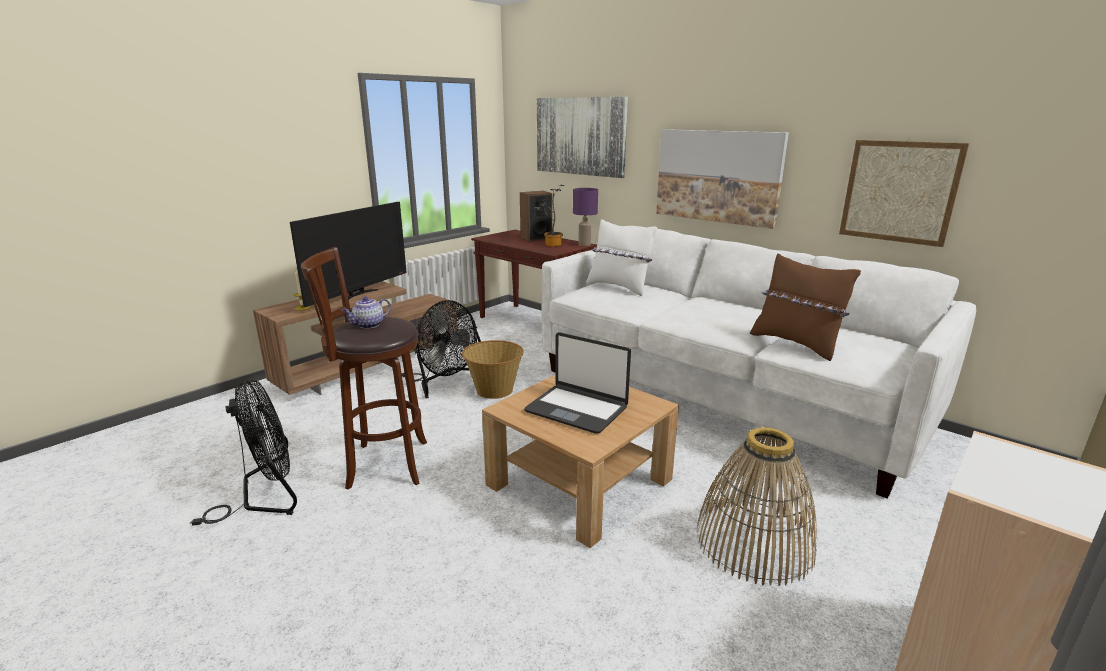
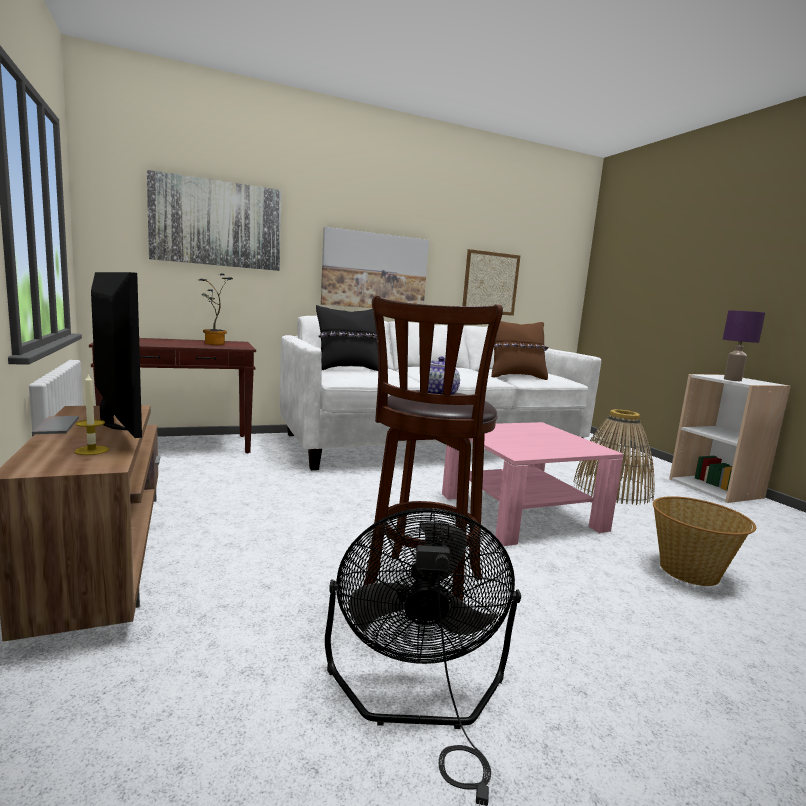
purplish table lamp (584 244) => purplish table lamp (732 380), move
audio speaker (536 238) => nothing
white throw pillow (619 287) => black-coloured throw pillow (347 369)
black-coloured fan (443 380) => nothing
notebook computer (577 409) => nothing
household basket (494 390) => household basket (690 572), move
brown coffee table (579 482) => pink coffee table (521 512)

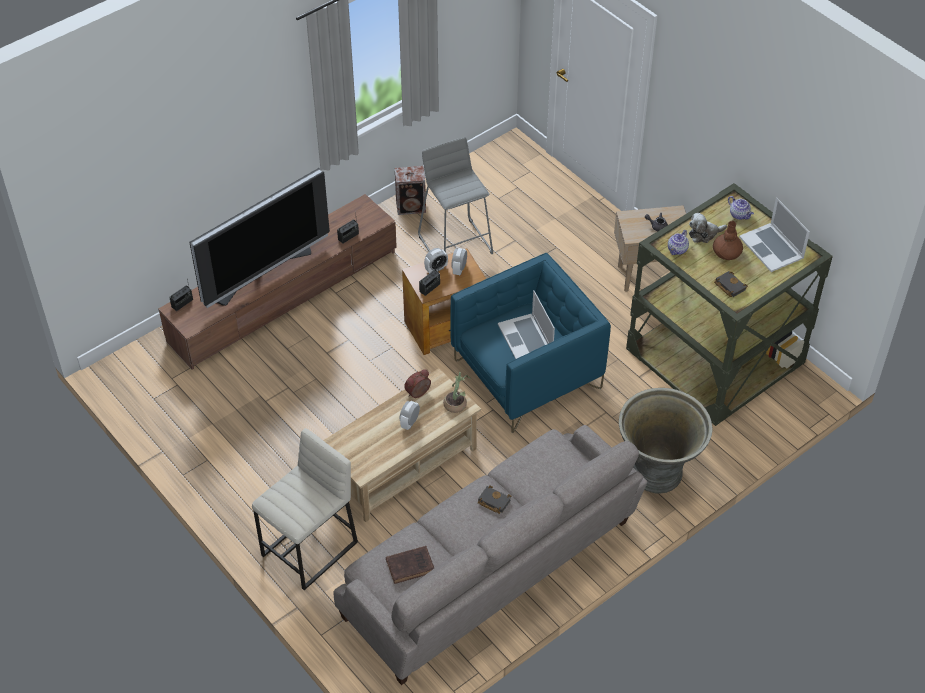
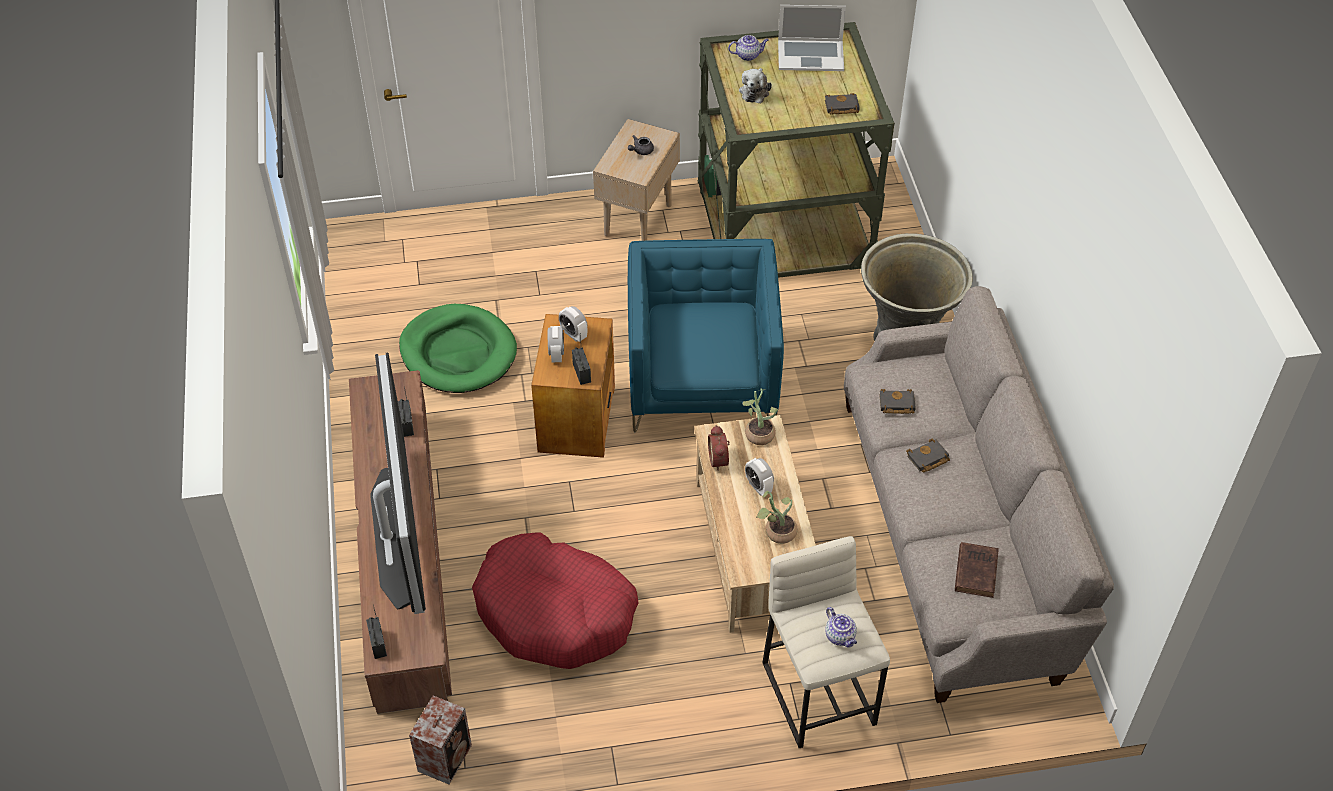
greyish stool seat (456 244) => green dog bed (458 352)
audio speaker (412 206) => audio speaker (446 757), move
brown flower vase (726 252) => nothing
pot for tea (677 250) => pot for tea (840 636), move
notebook computer (525 338) => nothing
nothing => black-coloured bound book (896 404)
nothing => potted plant (776 531)
nothing => red-coloured dog bed (555 612)

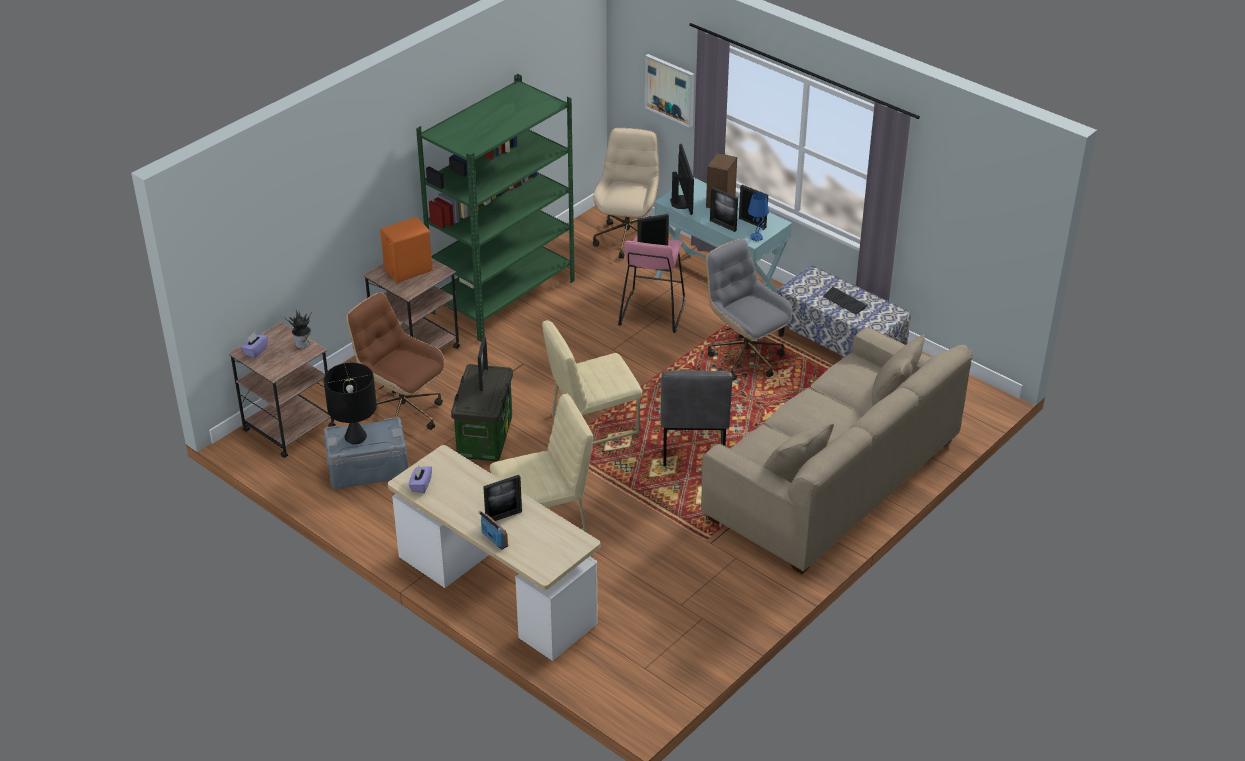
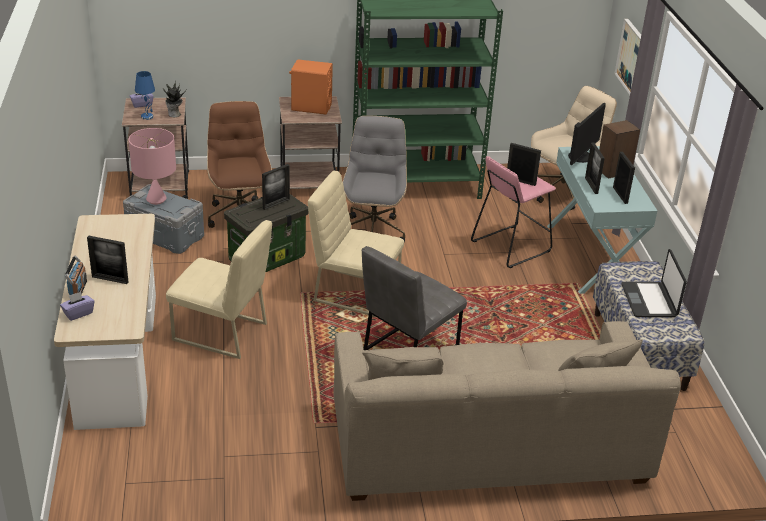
bluish table lamp (757 237) => bluish table lamp (147 117), move
greyish computer chair (744 357) => greyish computer chair (373 230), move
computer keyboard (844 301) => notebook computer (649 300)
black-coloured table lamp (355 438) => pink table lamp (156 200)
purplish box of tissues (420 485) => purplish box of tissues (78 313), move

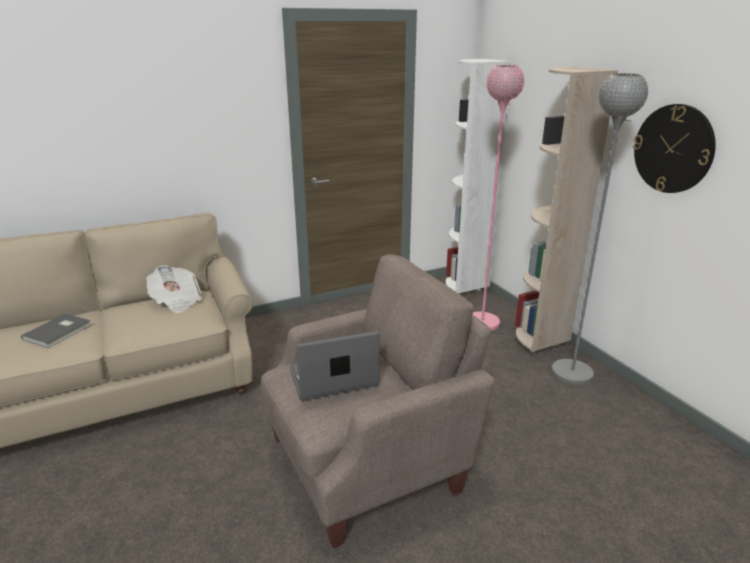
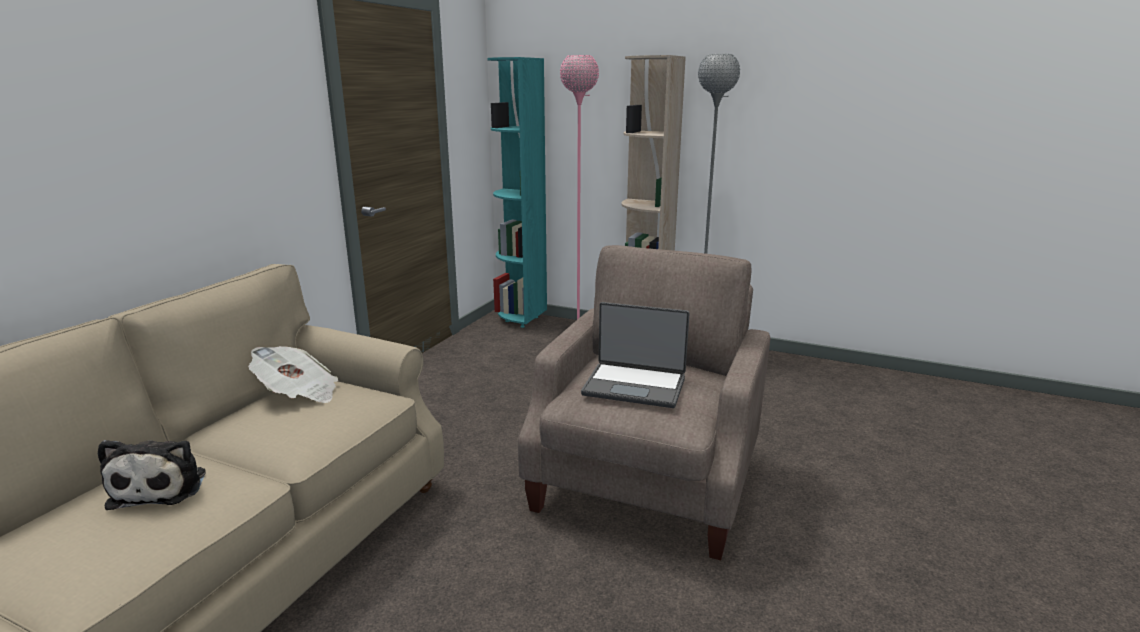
white bookcase (463 287) => turquoise bookcase (519 319)
hanging clock (673 149) => nothing
greyish bound book (59 332) => cuddly toy (162 486)
notebook computer (333 379) => notebook computer (635 386), 105 degrees counterclockwise

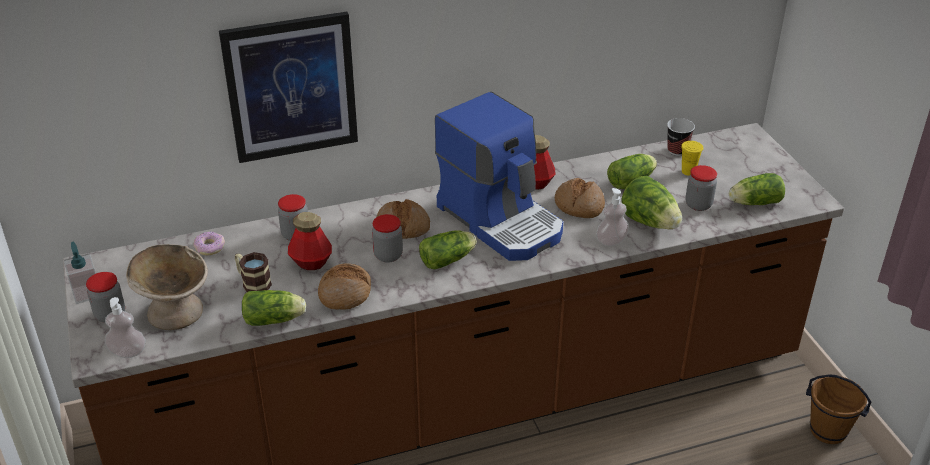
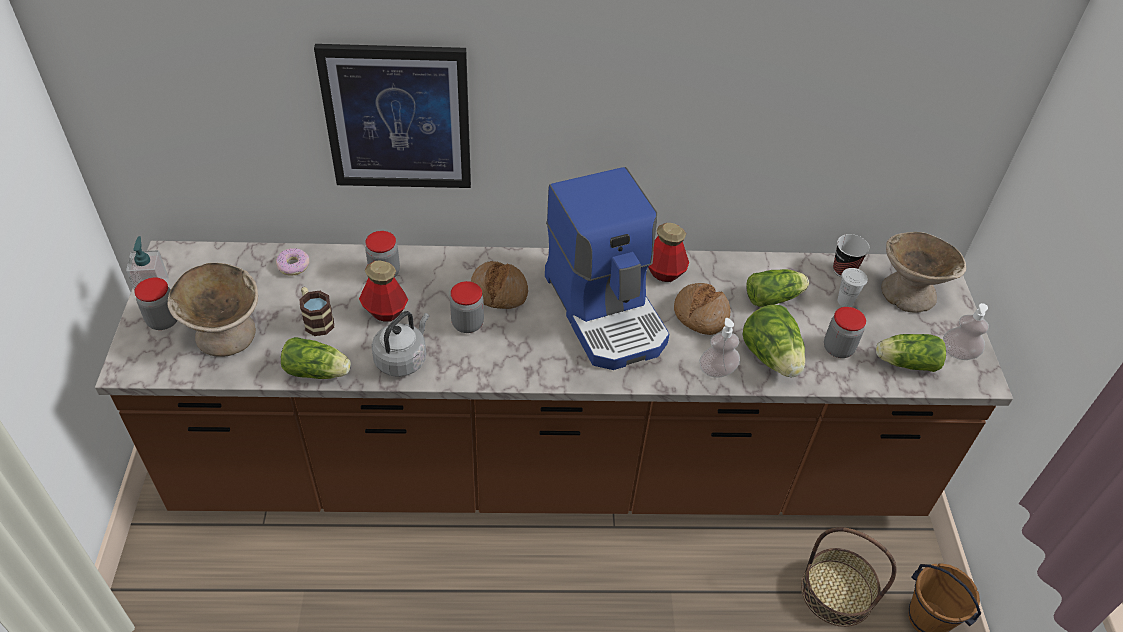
yellow-coloured cup (688 171) => white cup (845 301)
lettuce (449 259) => nothing
bread (345 293) => greyish water kettle (402 359)
liquid soap bottle (128 352) => liquid soap bottle (958 353), move
nothing => beige-coloured serving bowl (908 293)
nothing => household basket (836 592)

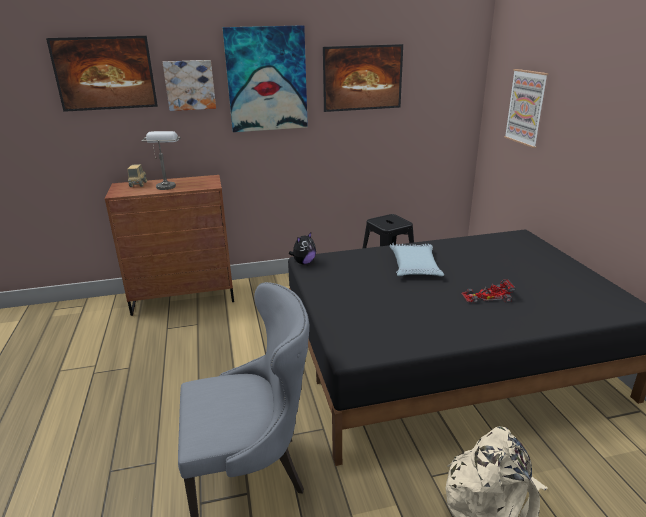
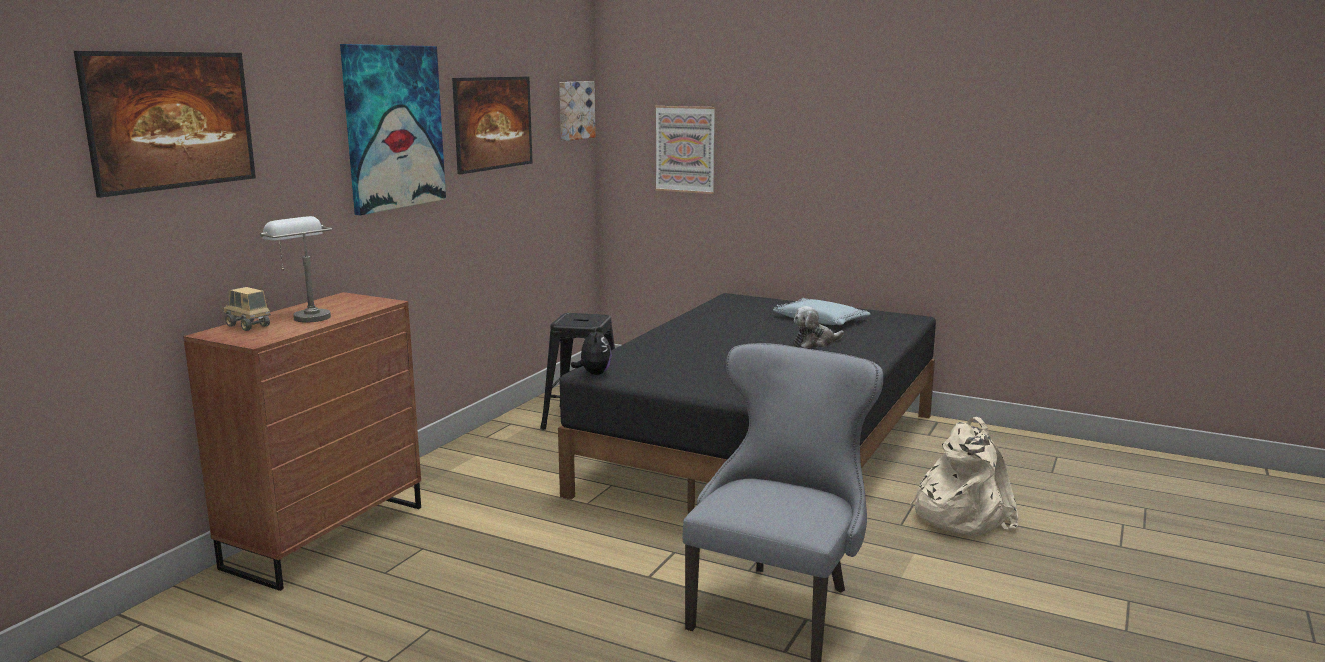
wall art (190 85) => wall art (575 110), move
bluish throw pillow (414 265) => bluish throw pillow (820 319), move
toy car (487 297) => cuddly toy (815 343)

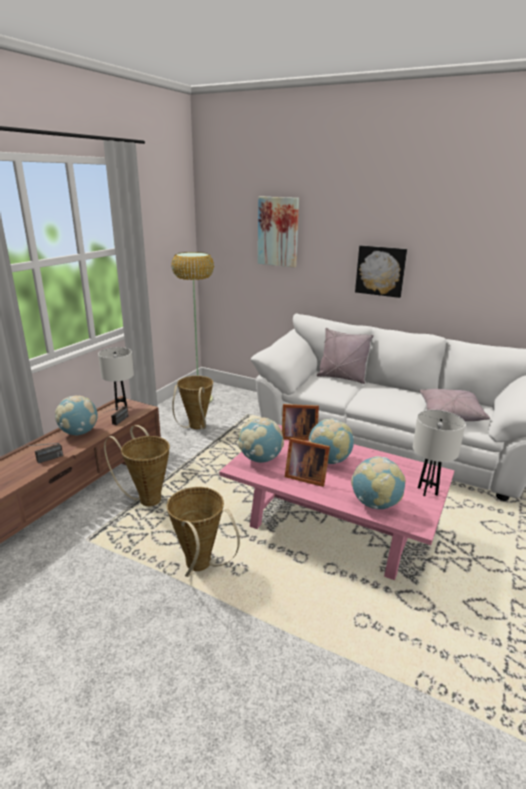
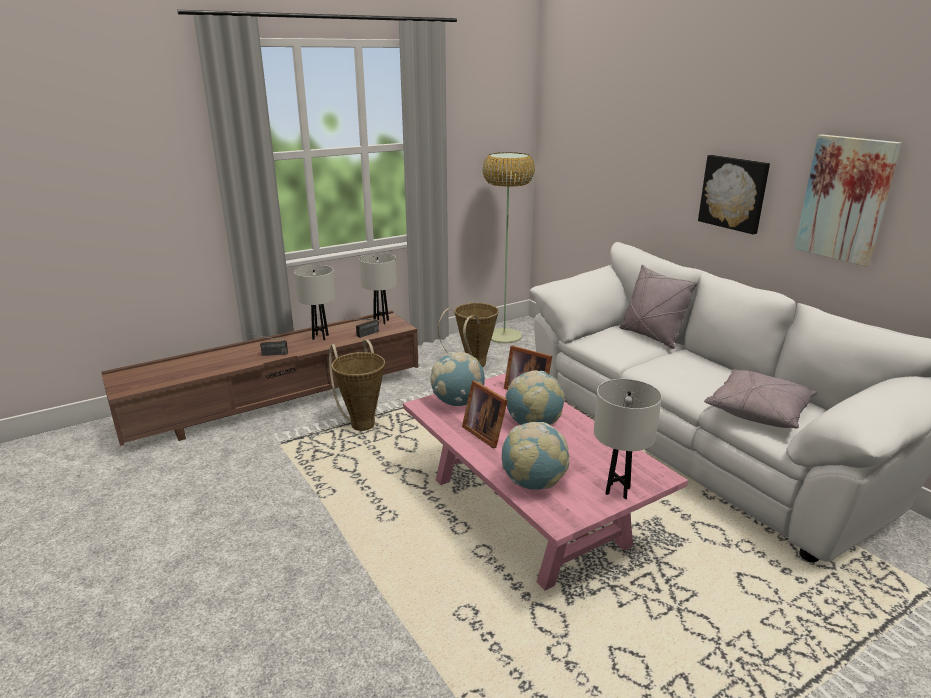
wall art (278 232) => wall art (845 199), move
desk globe (79 433) => white table lamp (320 337)
household basket (200 568) => nothing

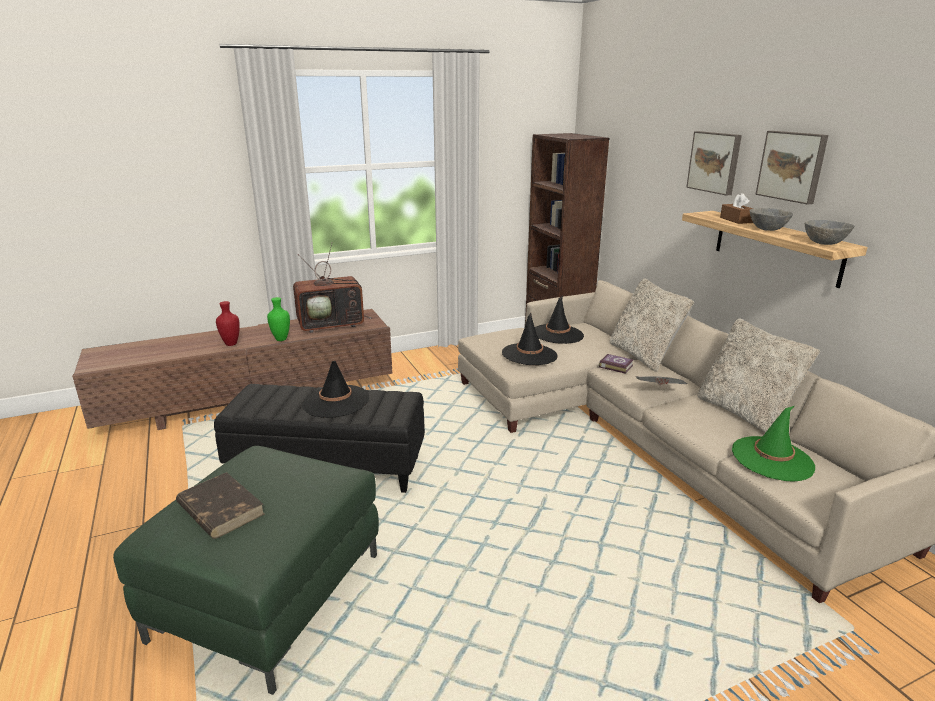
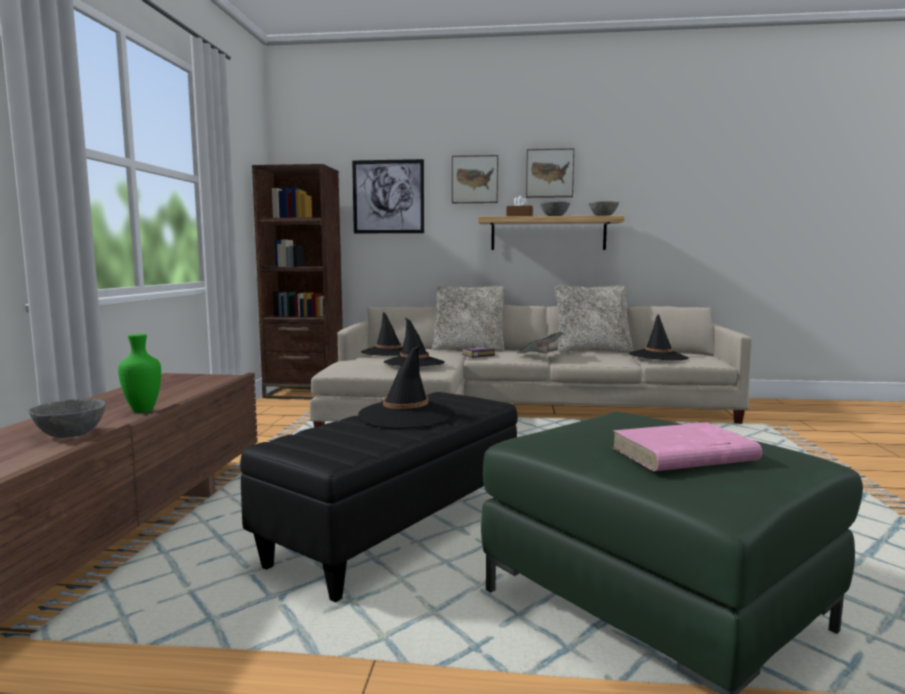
TV (332 324) => nothing
red-coloured flower vase (231 344) => greyish serving bowl (71 434)
green wearable hat (772 459) => black-coloured wearable hat (658 356)
brown bound book (220 508) => pink bound book (682 454)
nothing => wall art (388 197)

